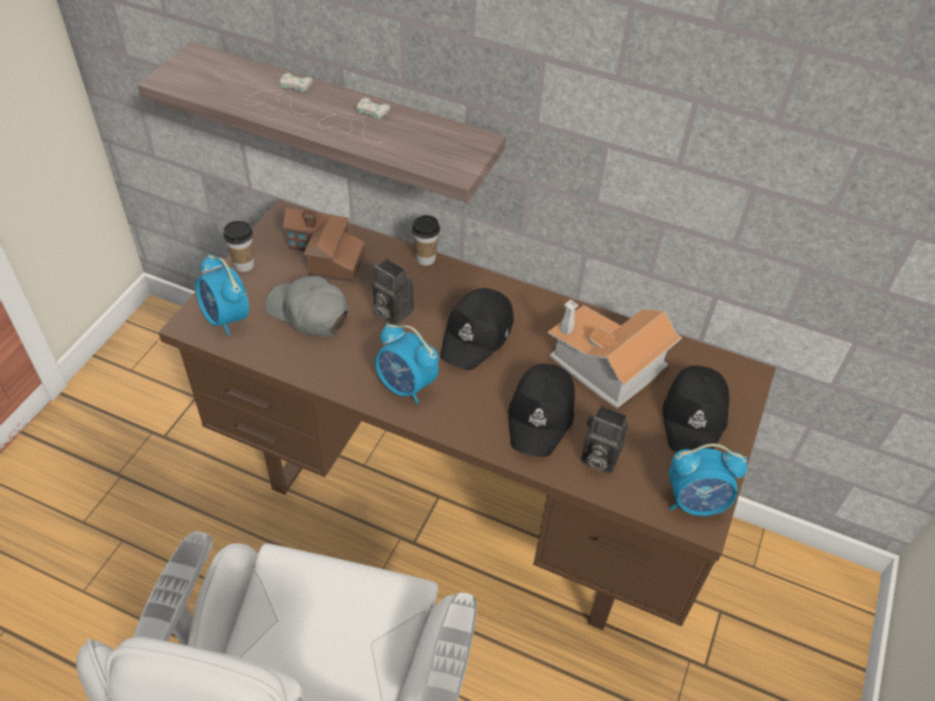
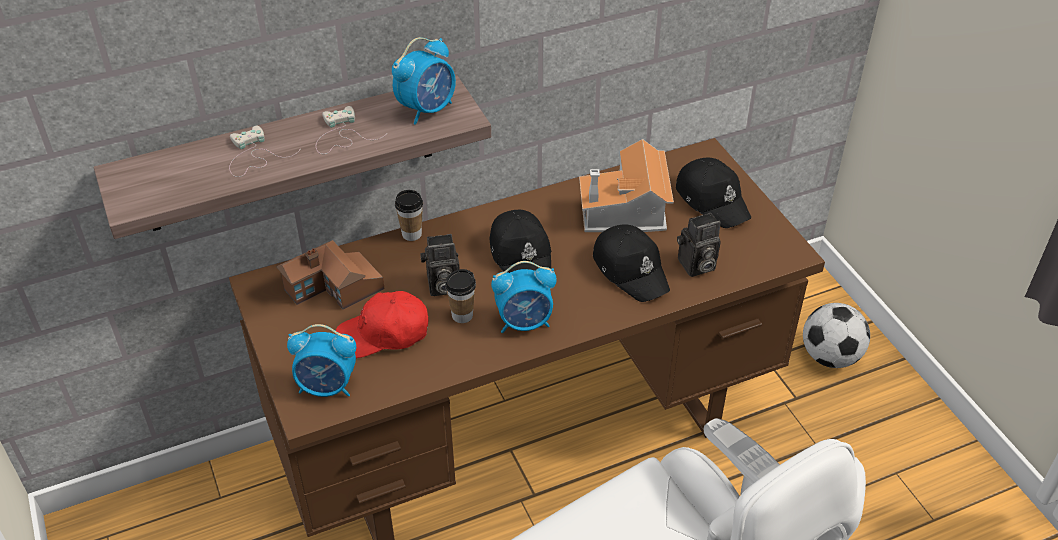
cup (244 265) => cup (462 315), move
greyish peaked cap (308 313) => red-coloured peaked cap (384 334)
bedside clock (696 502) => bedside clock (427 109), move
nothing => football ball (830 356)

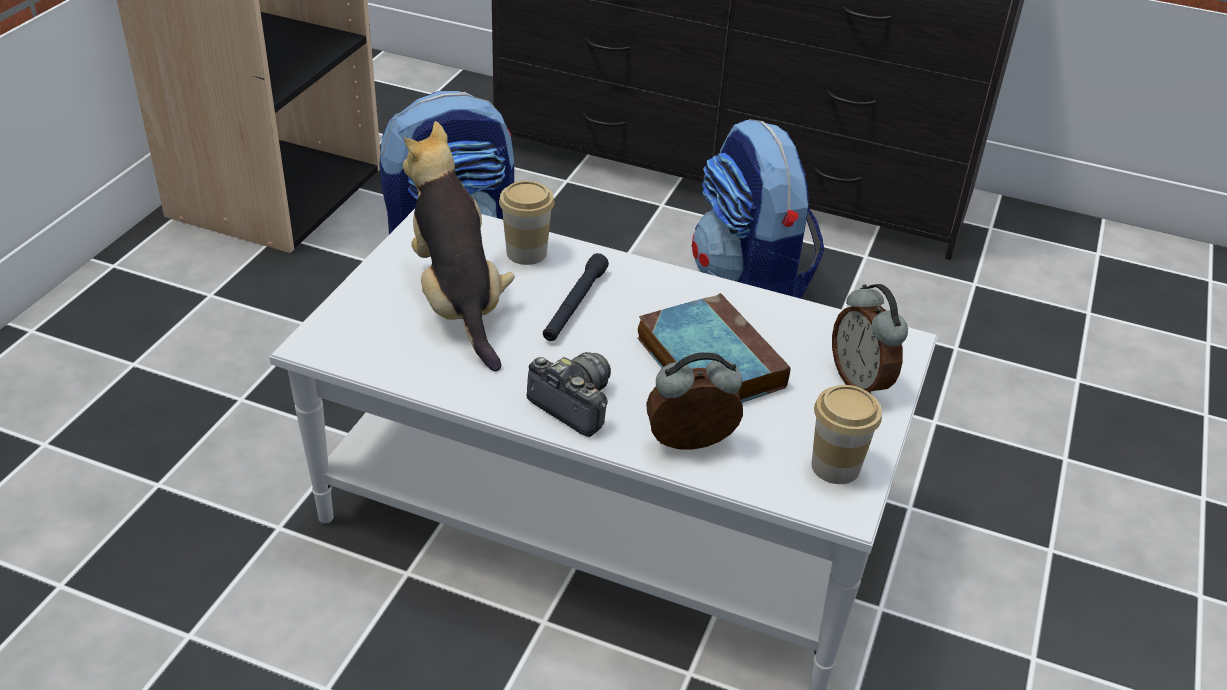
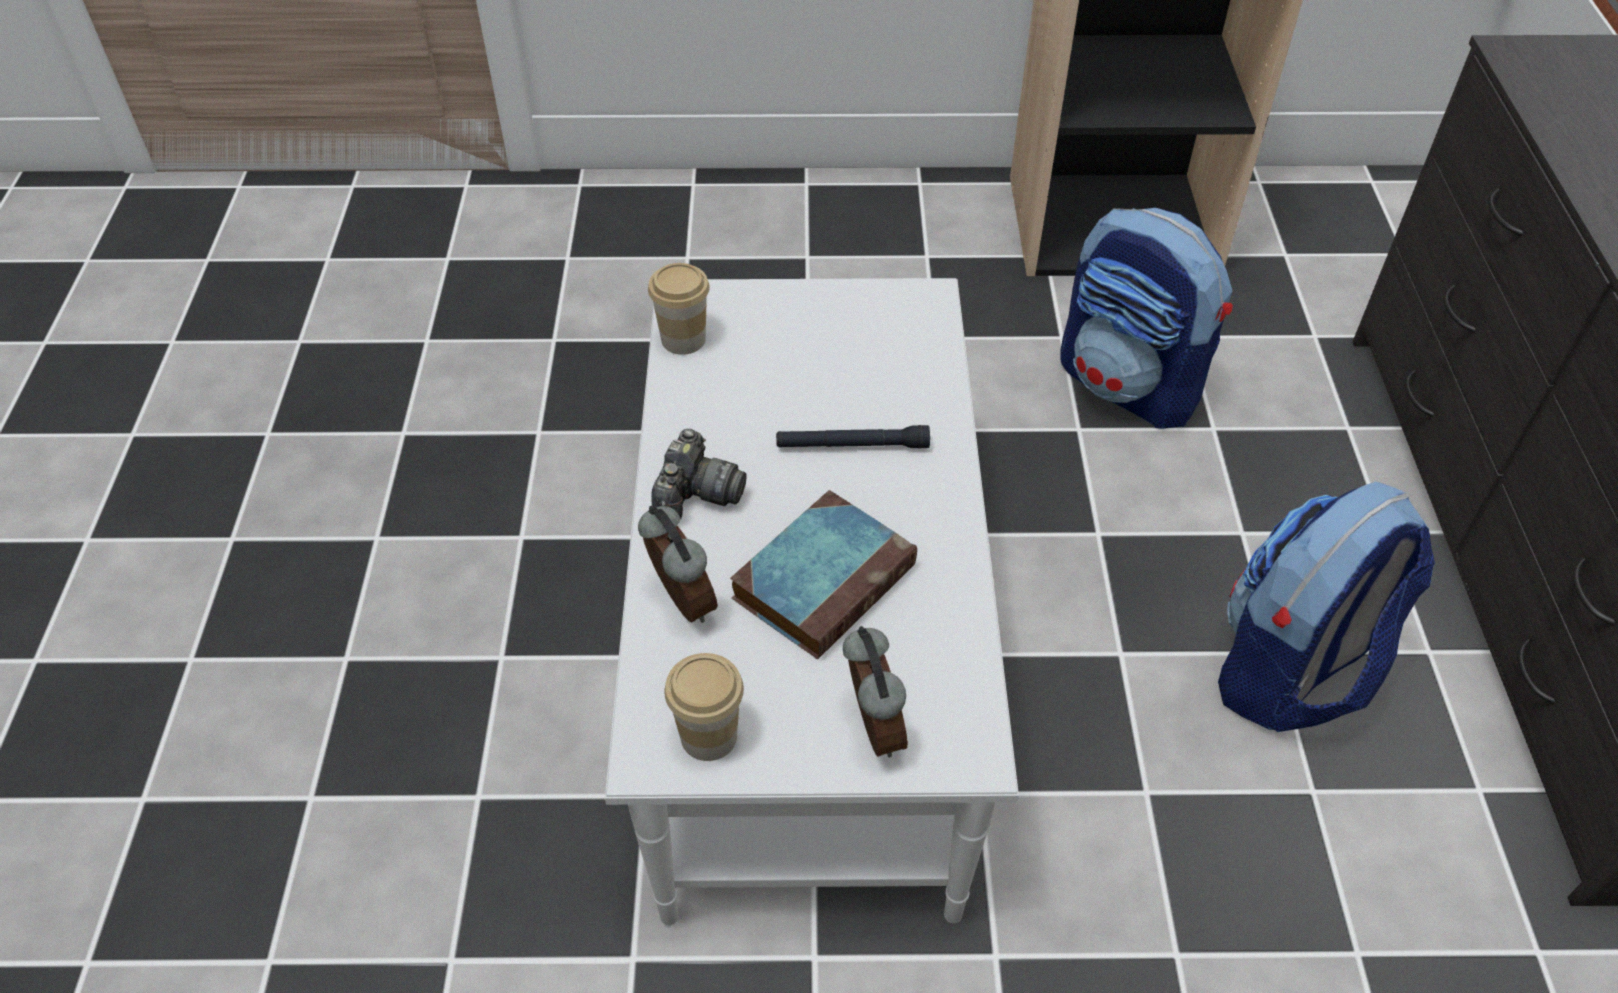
cuddly toy (458 303) => nothing
cup (526 253) => cup (683 339), move
bedside clock (861 381) => bedside clock (871 729), 120 degrees clockwise

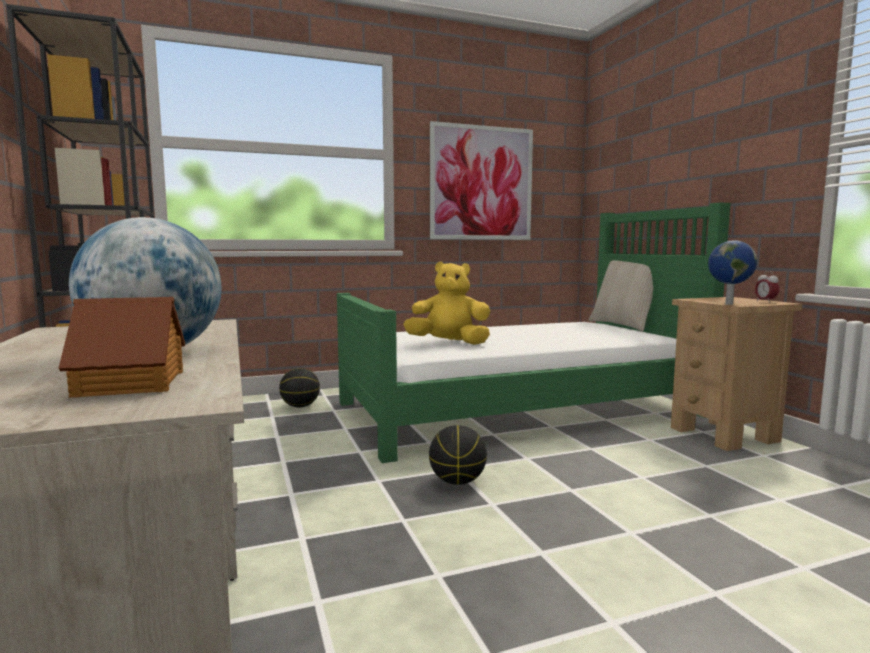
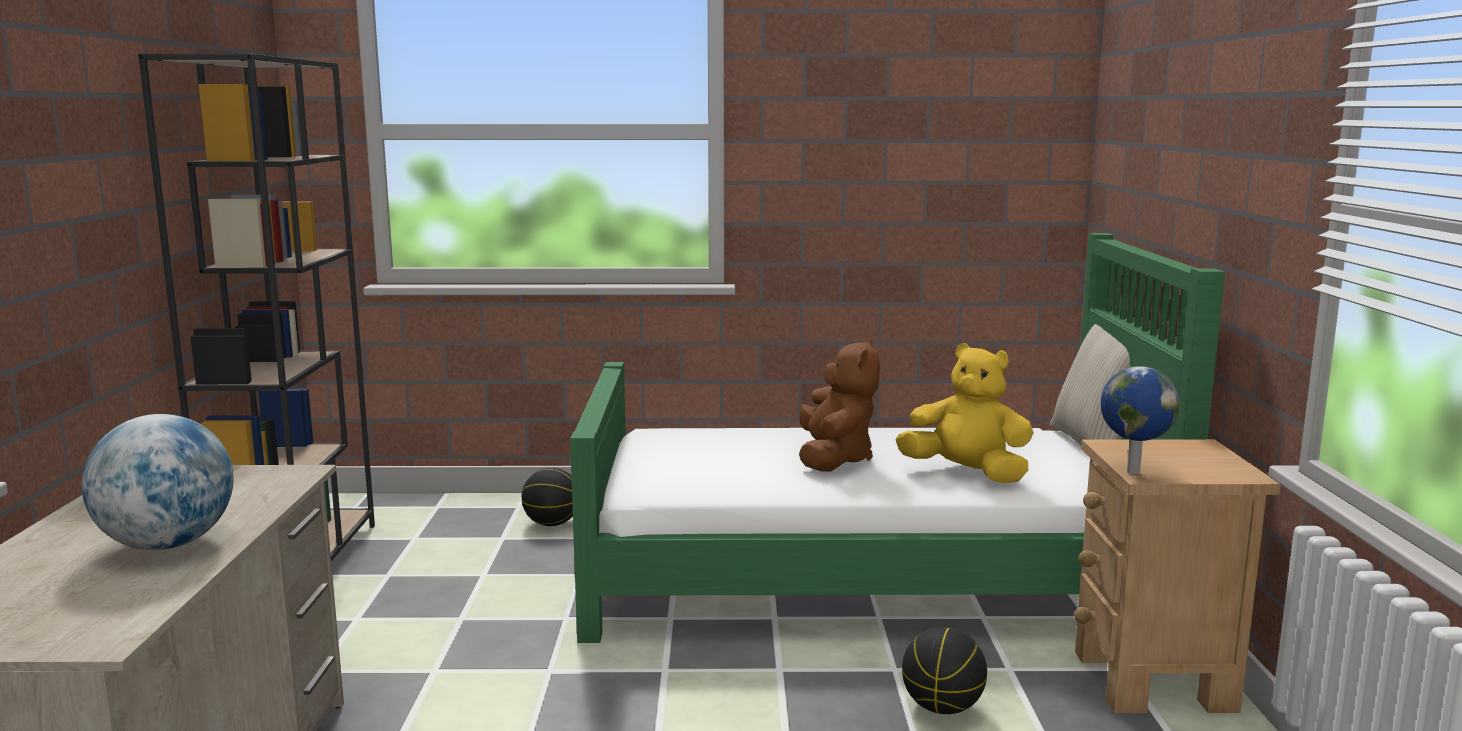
wall art (481 183) => nothing
yellow-coloured cuddly toy (449 343) => yellow-coloured cuddly toy (966 474), move
bedside clock (765 301) => nothing
model house (133 383) => nothing
ball for basketball (458 481) => ball for basketball (942 707), move
nothing => brown cuddly toy (834 459)

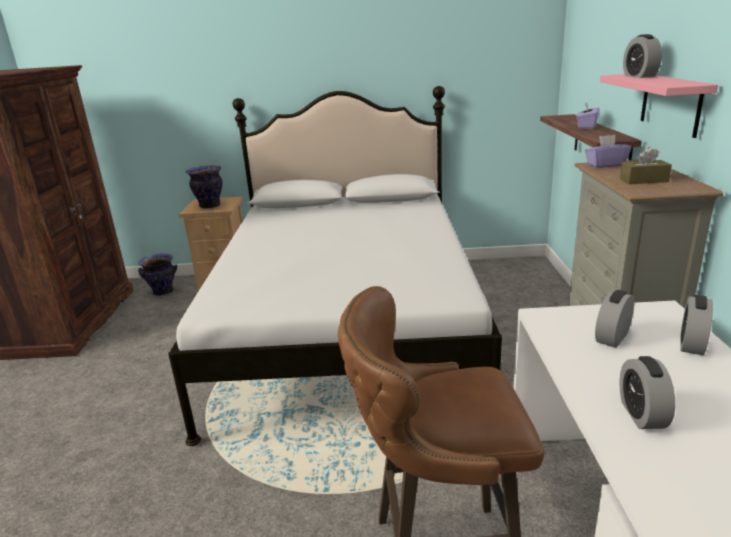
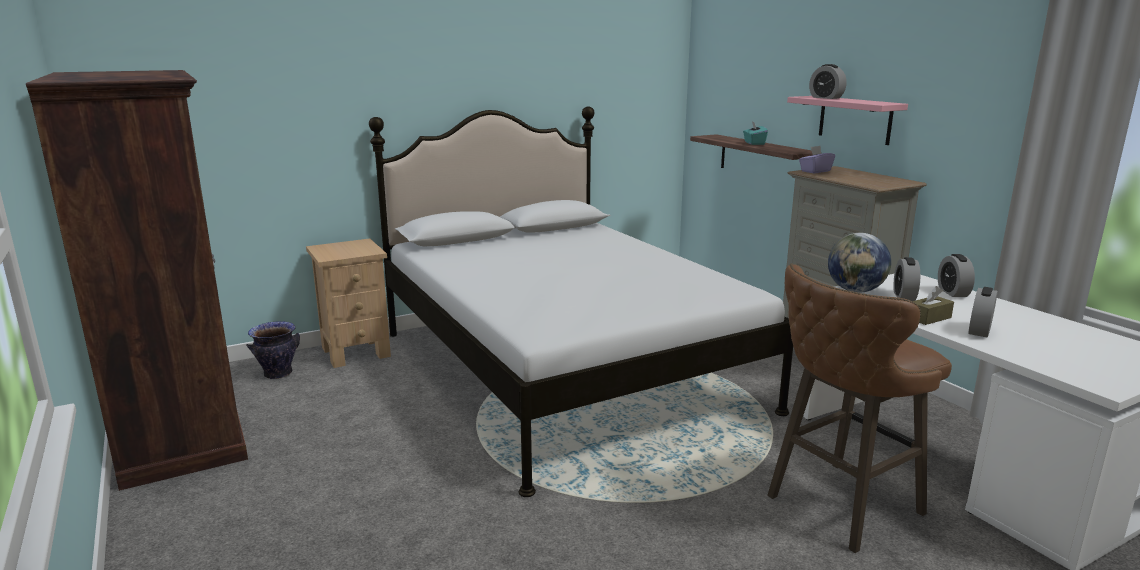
purplish box of tissues (586 126) => turquoise box of tissues (754 143)
brown box of tissues (643 180) => brown box of tissues (929 318), move
flower vase (209 206) => nothing
bedside clock (641 414) => bedside clock (979 331), 60 degrees clockwise
nothing => desk globe (855 291)

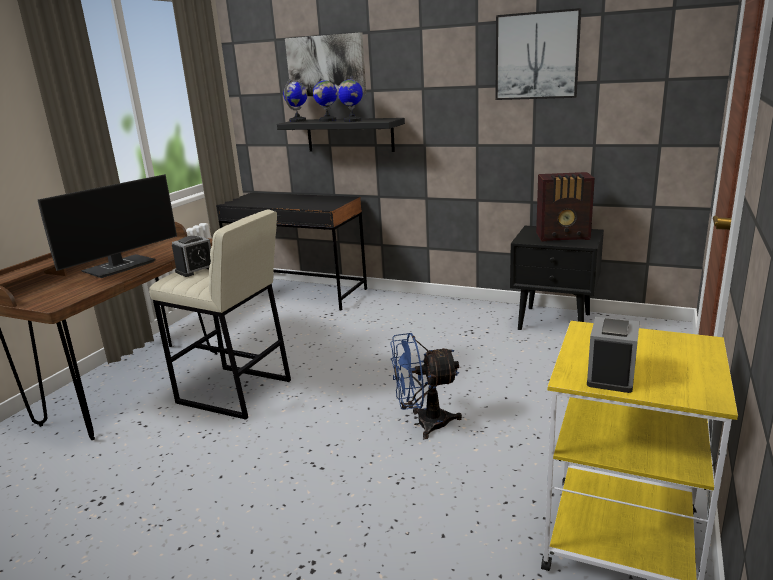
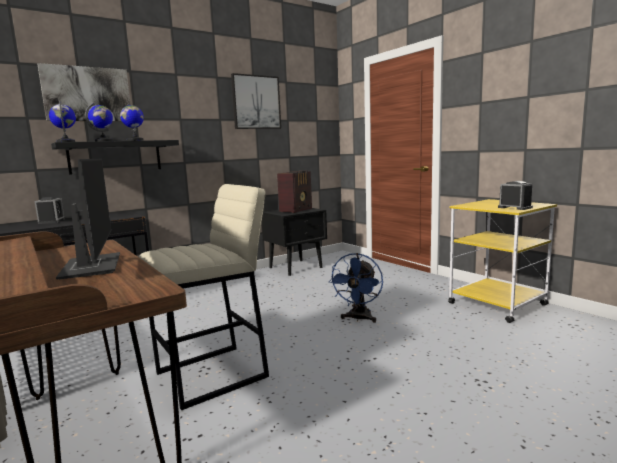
bedside clock (196 270) => bedside clock (51 221), move

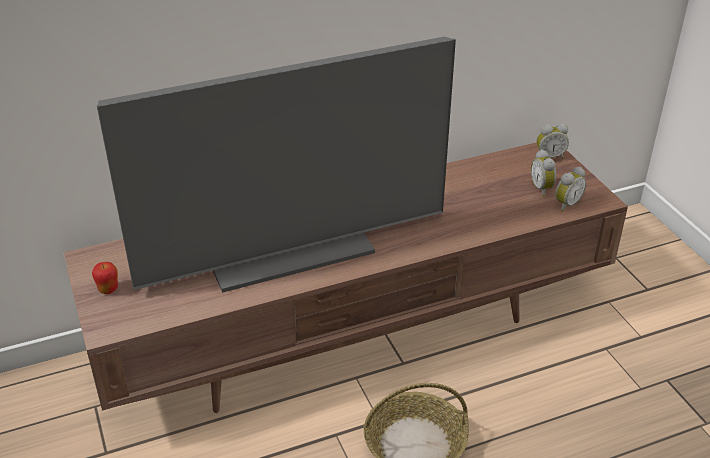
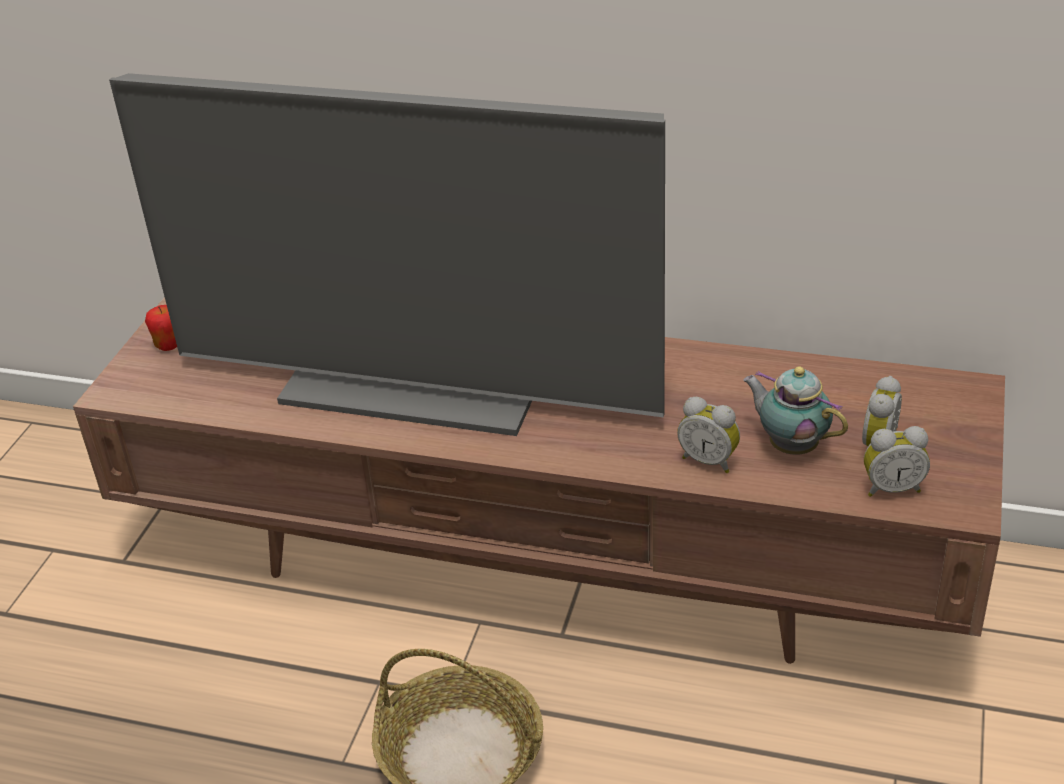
bedside clock (549 156) => bedside clock (709 460), move
nothing => pot for tea (790 445)

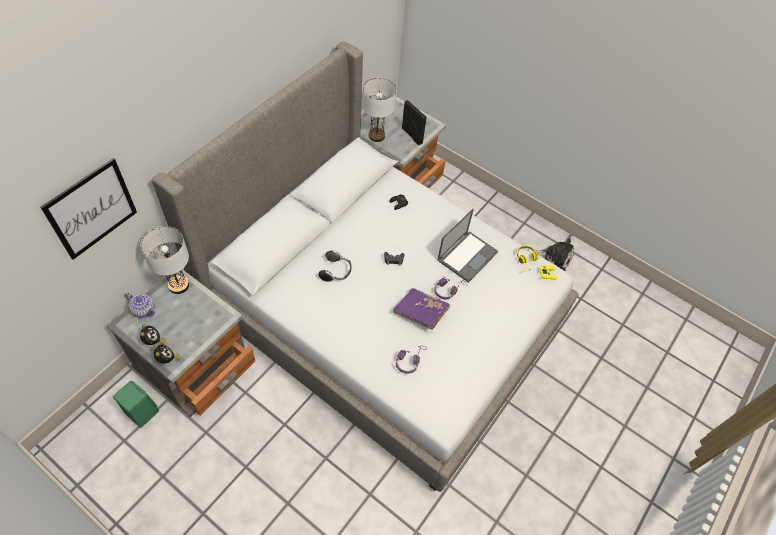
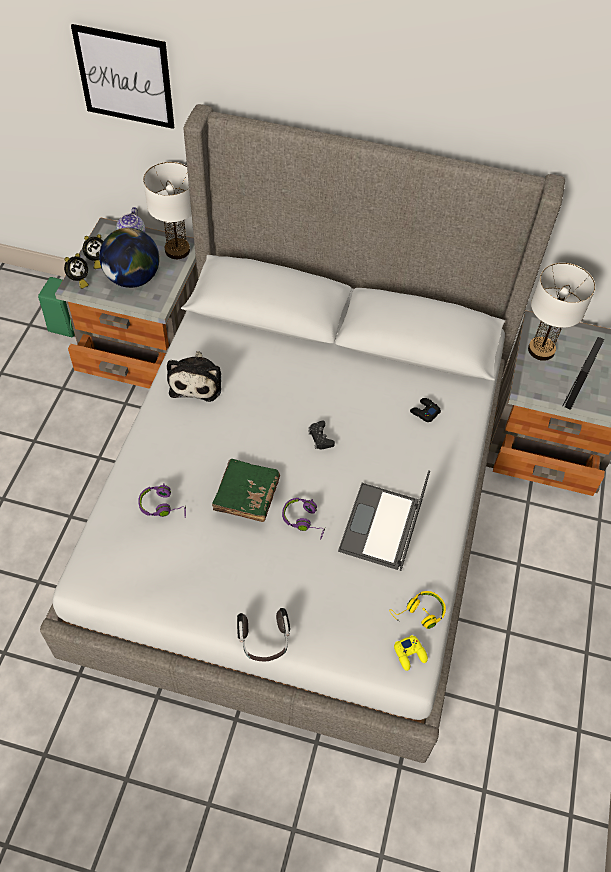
notebook computer (467 255) => notebook computer (380 528), 90 degrees clockwise
cuddly toy (554 258) => cuddly toy (197 381), move
pair of headphones (336 272) => pair of headphones (264 641), move
purplish bound book (420 313) => green bound book (246 496)
nothing => desk globe (133 278)

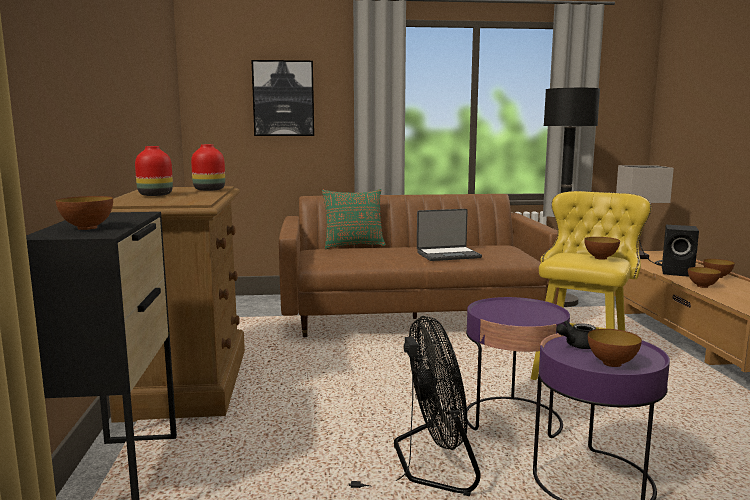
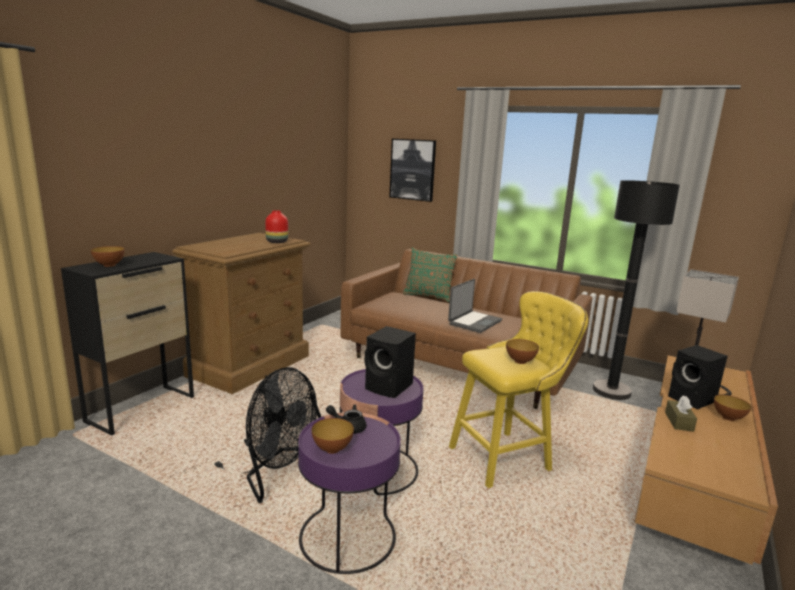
red-coloured flower vase (155 195) => nothing
notebook computer (448 255) => notebook computer (474 322), 75 degrees counterclockwise
serving bowl (702 286) => brown box of tissues (679 422)
nothing => black-coloured audio speaker (390 387)

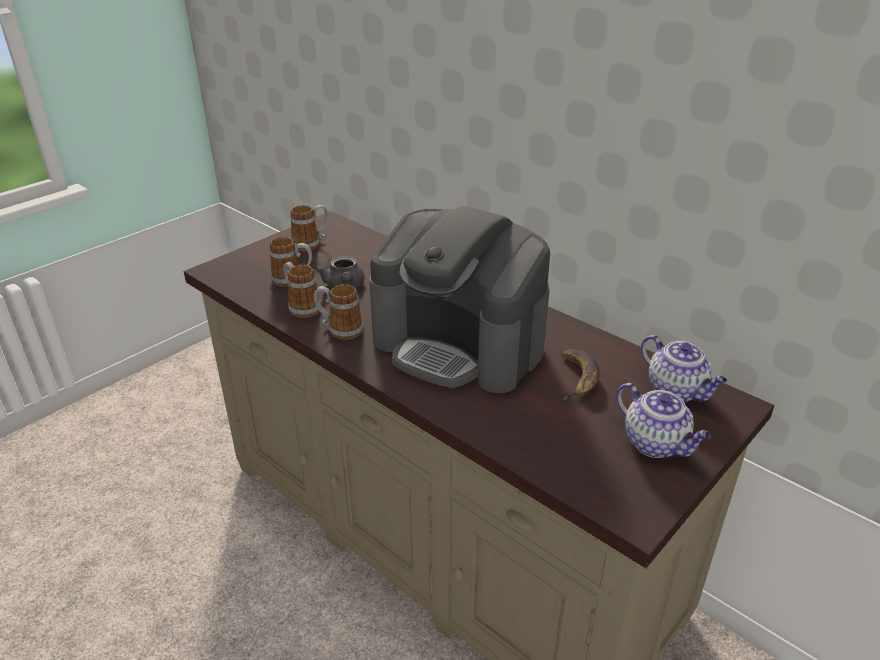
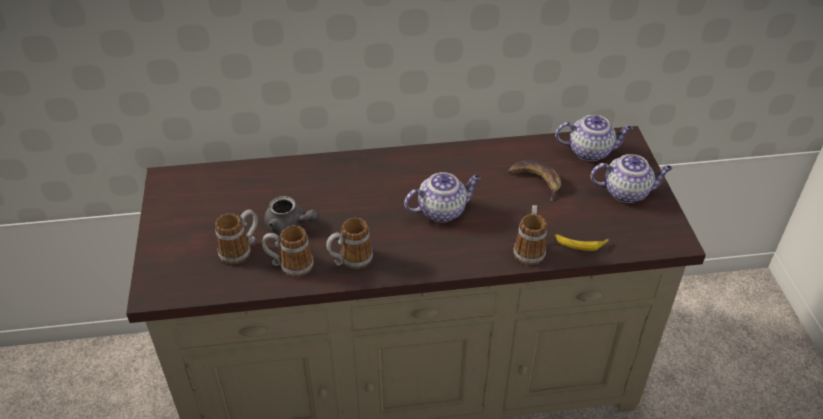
coffee mug (311 243) => coffee mug (529 249), move
coffee machine (460 345) => pot for tea (442 210)
nothing => banana (580 244)

